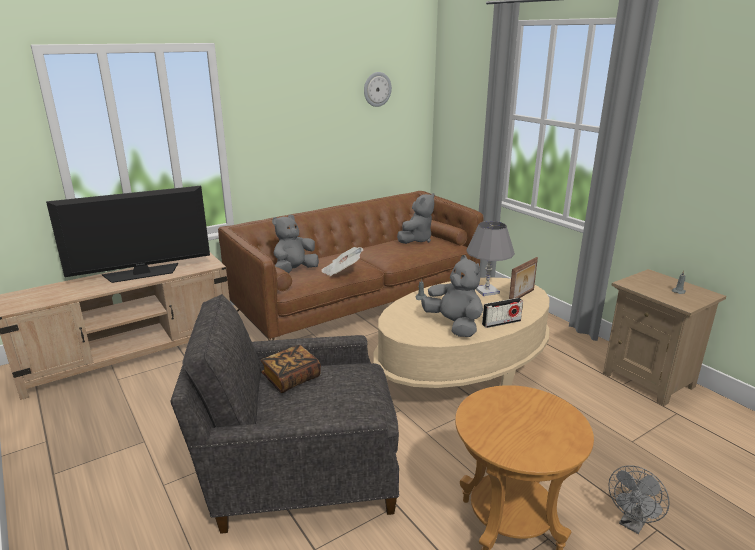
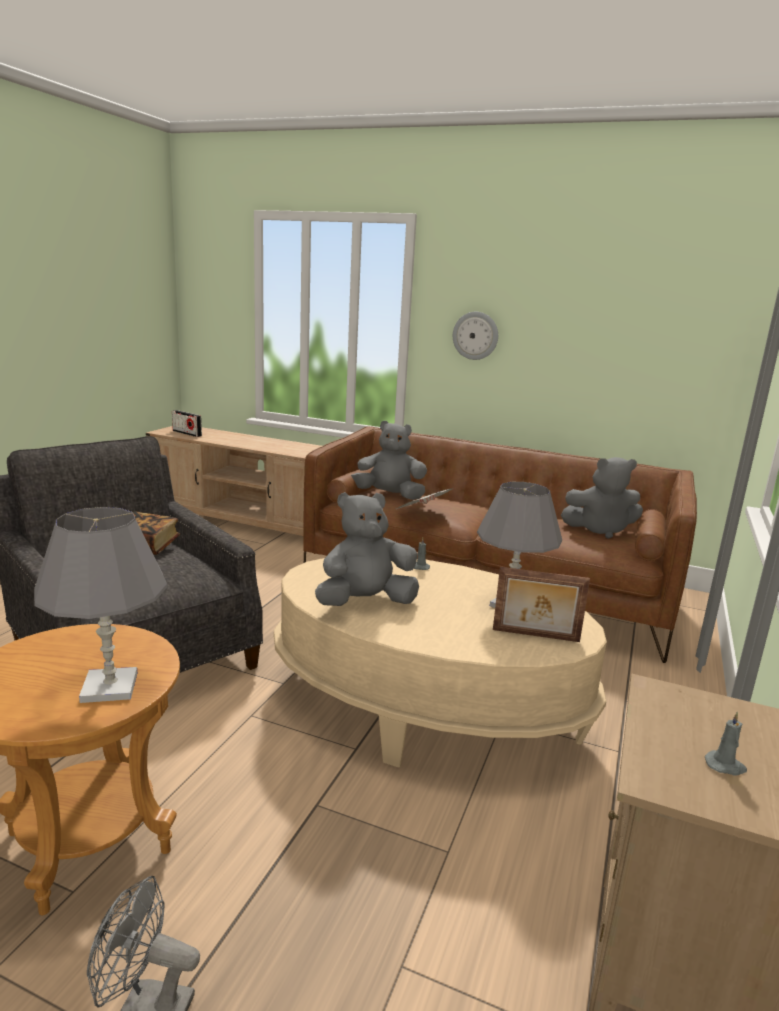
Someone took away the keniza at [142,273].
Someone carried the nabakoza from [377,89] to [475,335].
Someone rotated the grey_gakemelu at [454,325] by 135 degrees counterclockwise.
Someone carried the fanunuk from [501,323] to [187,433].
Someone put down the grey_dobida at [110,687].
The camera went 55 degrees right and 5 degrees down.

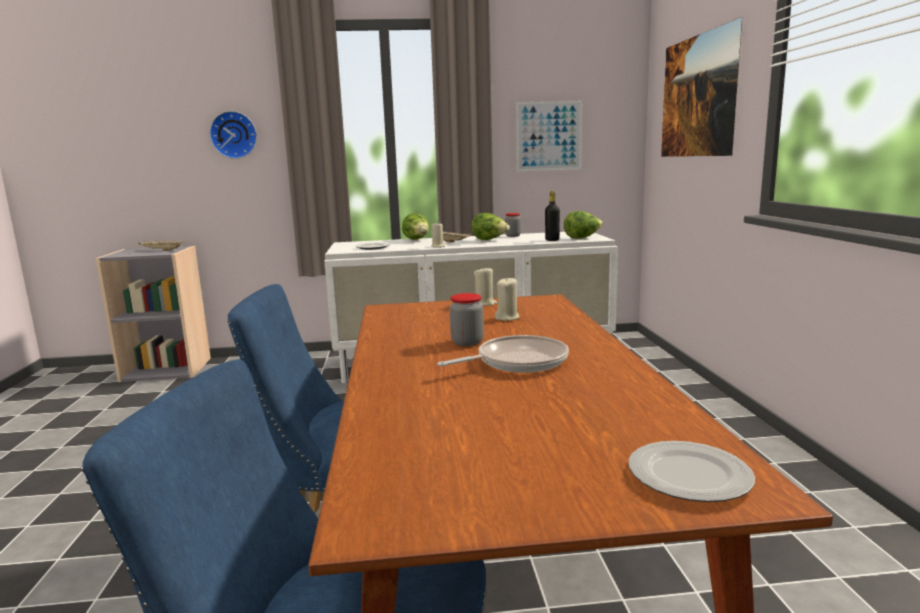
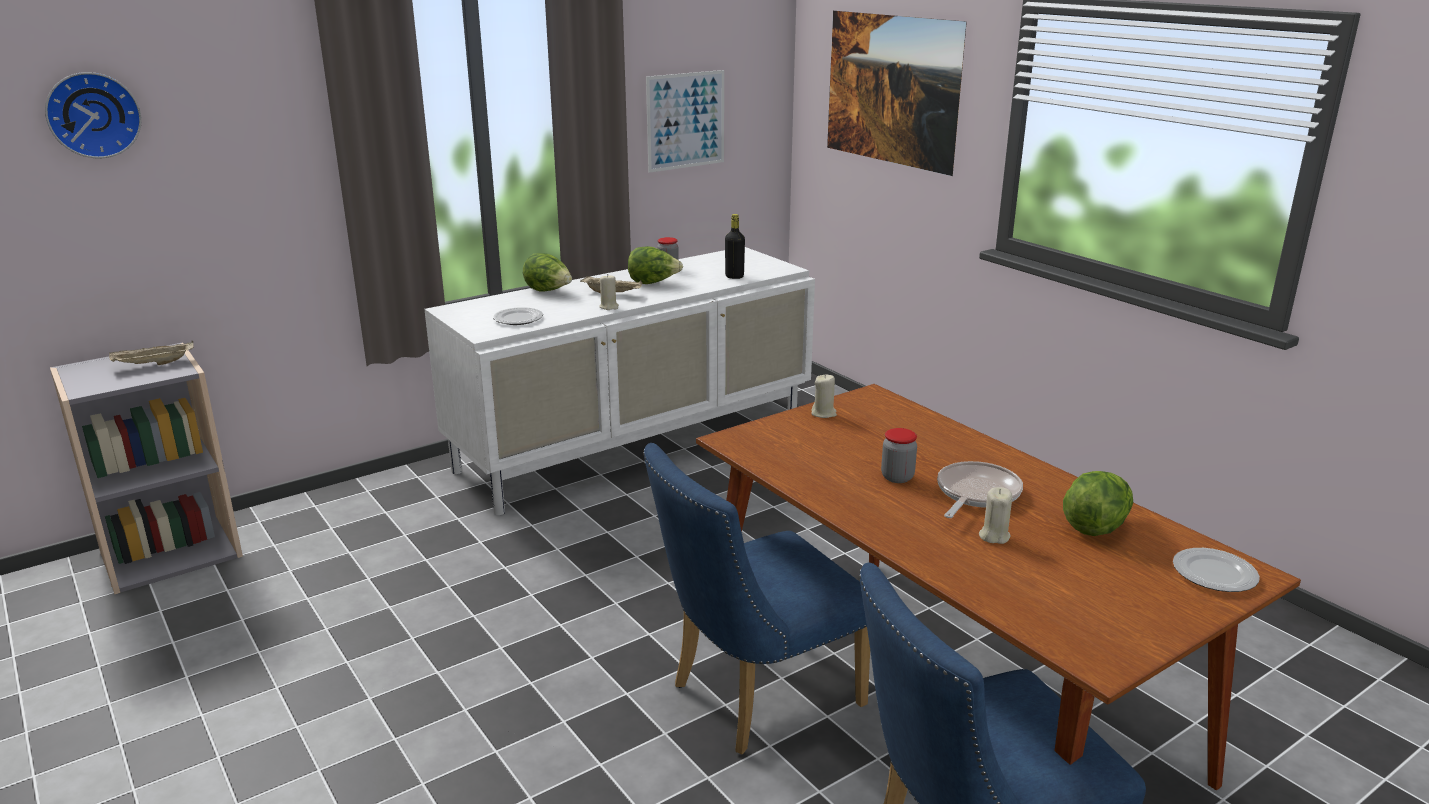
Someone carried the nabakoza from [234,135] to [93,114].
Someone carried the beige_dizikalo from [507,318] to [994,536].
Someone carried the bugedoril from [582,238] to [1095,525].
The camera went 30 degrees left and 10 degrees up.

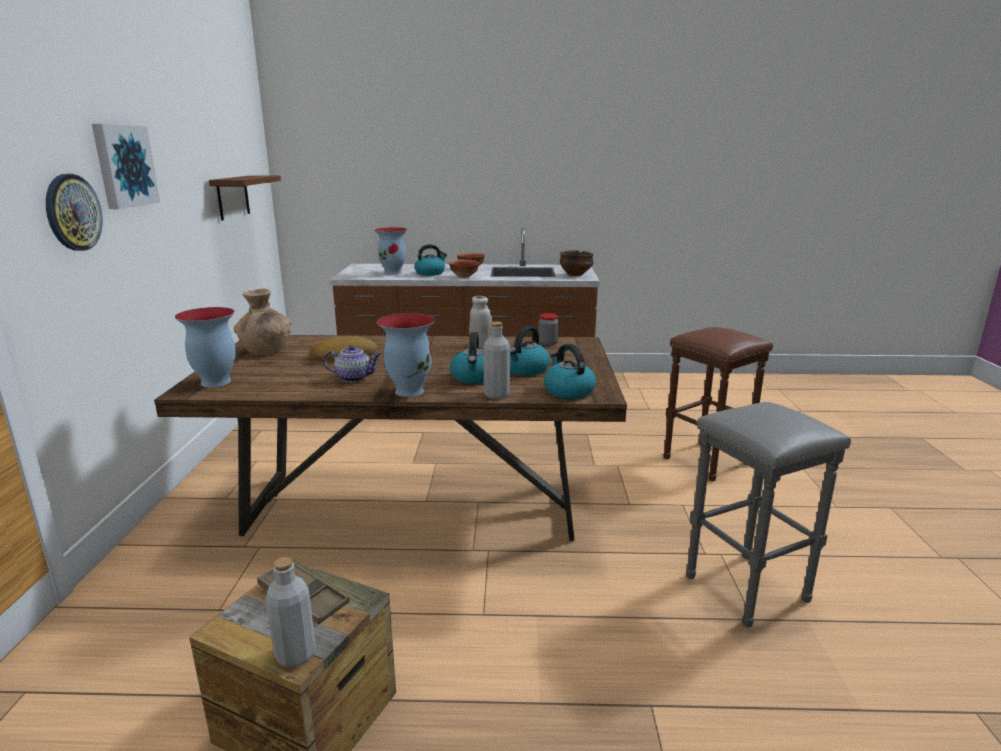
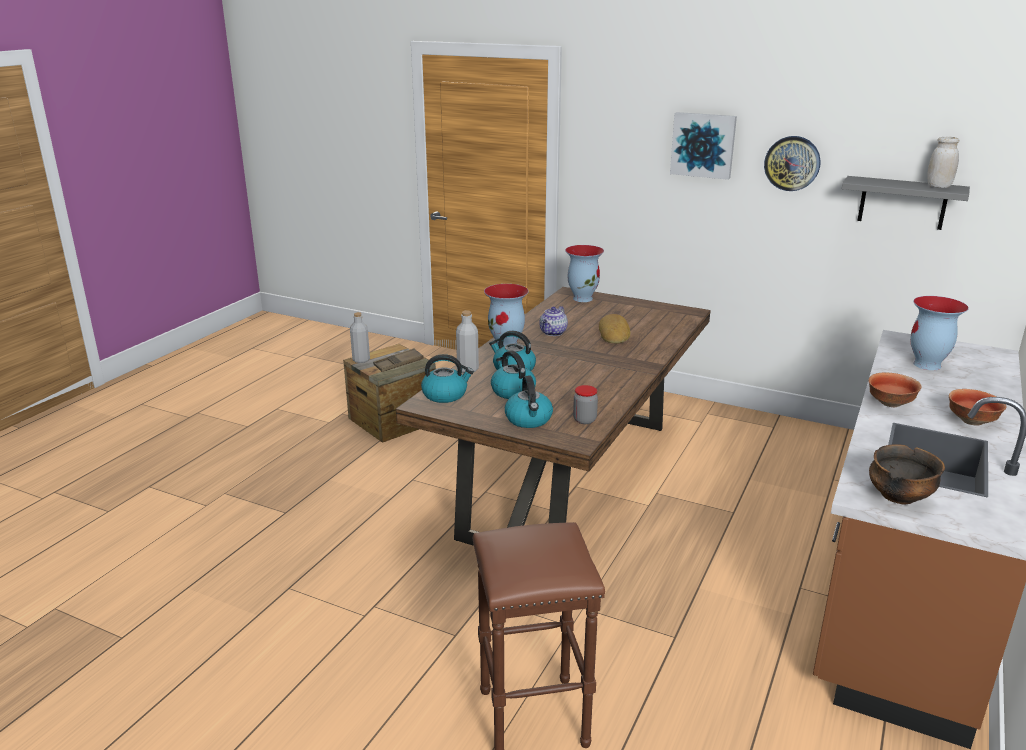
Someone carried the nabakoza from [72,212] to [792,163].
Someone repainted the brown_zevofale at [233,197], which became the grey_zevofale at [902,203].
Someone took away the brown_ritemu at [265,351].
Someone carried the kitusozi from [430,273] to [529,419].
Someone carried the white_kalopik from [480,345] to [938,186].
Someone took away the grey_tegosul at [749,588].
The camera went 115 degrees right and 5 degrees up.

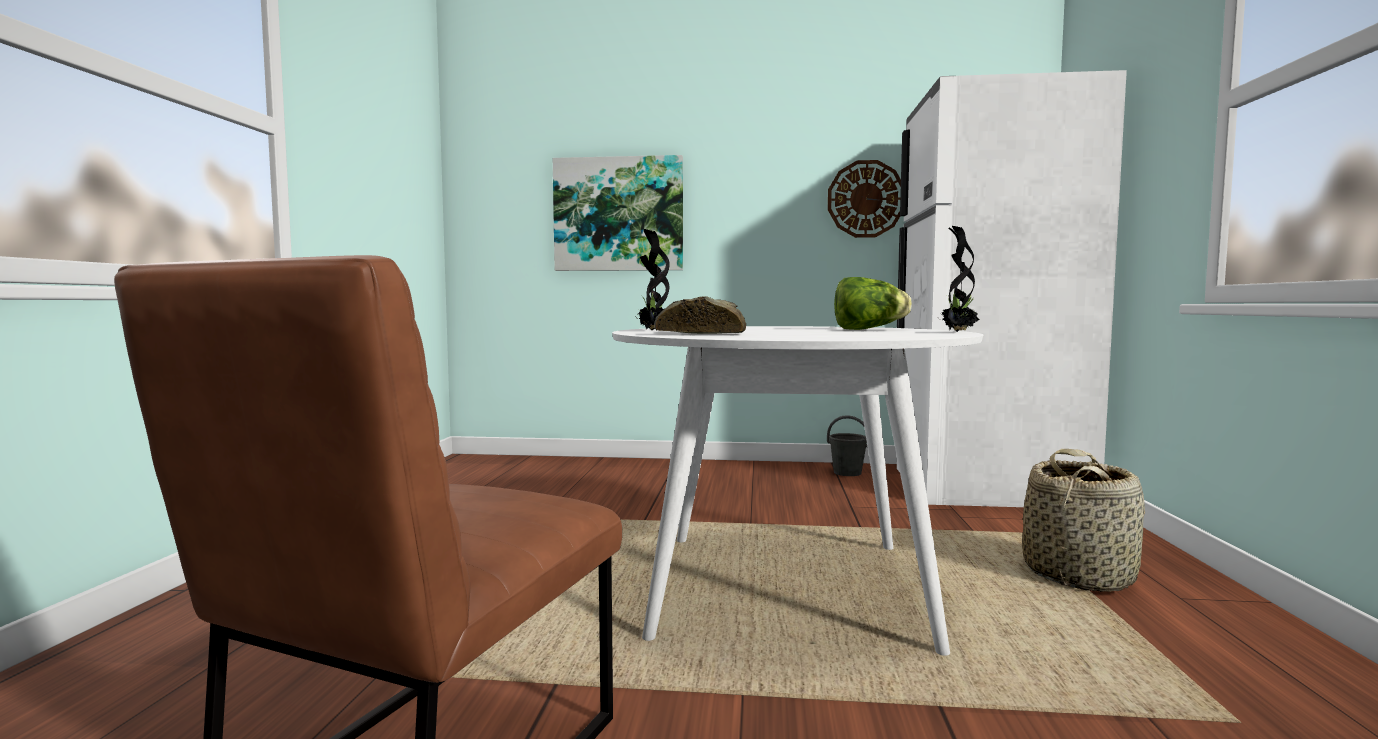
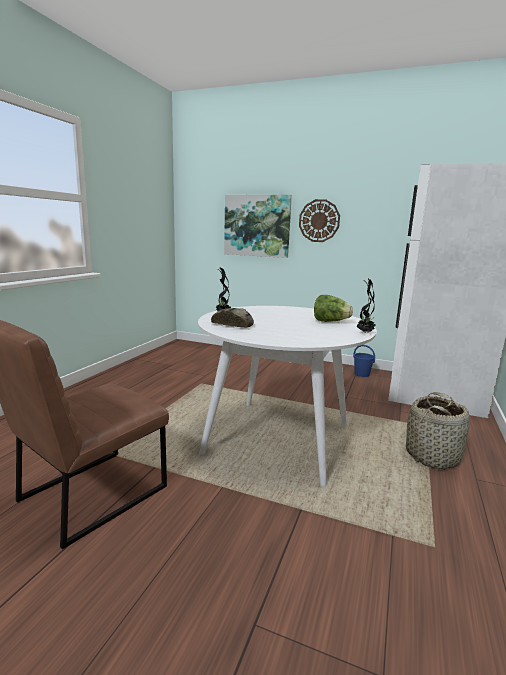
Someone repainted the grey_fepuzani at [848,473], which became the blue_fepuzani at [362,374].
Someone carried the nabakoza from [866,199] to [319,221].
The camera went 15 degrees right and 10 degrees up.

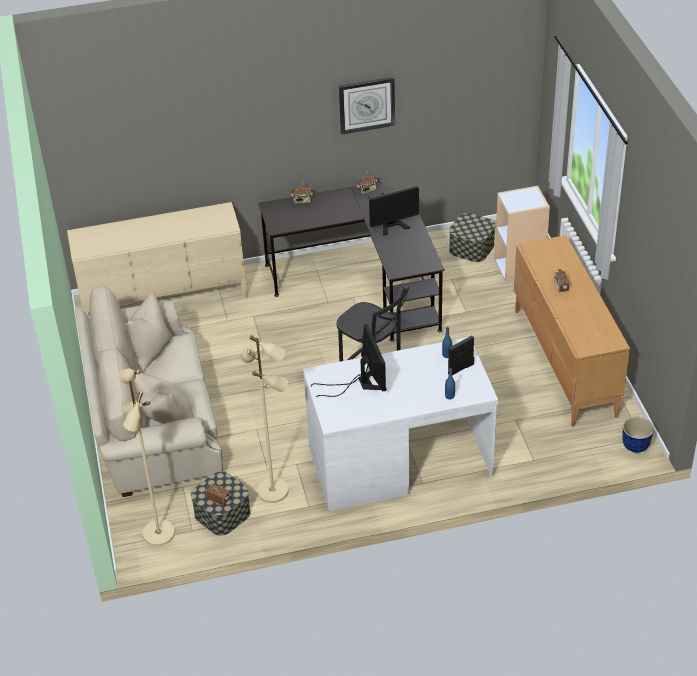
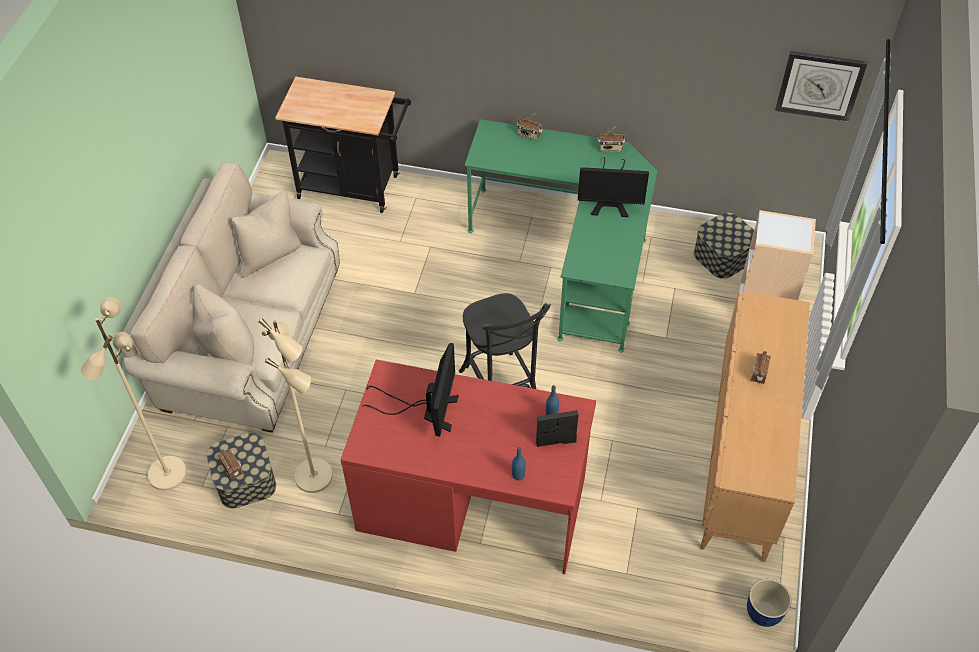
Someone swapped the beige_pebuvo at [164,297] for the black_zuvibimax at [355,187].
Someone repainted the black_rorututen at [363,283], which became the green_rorututen at [572,254].
Someone repainted the white_rorututen at [399,461], which became the red_rorututen at [471,501].
Someone carried the nabakoza from [366,105] to [820,85].
The camera went 25 degrees right and 10 degrees up.

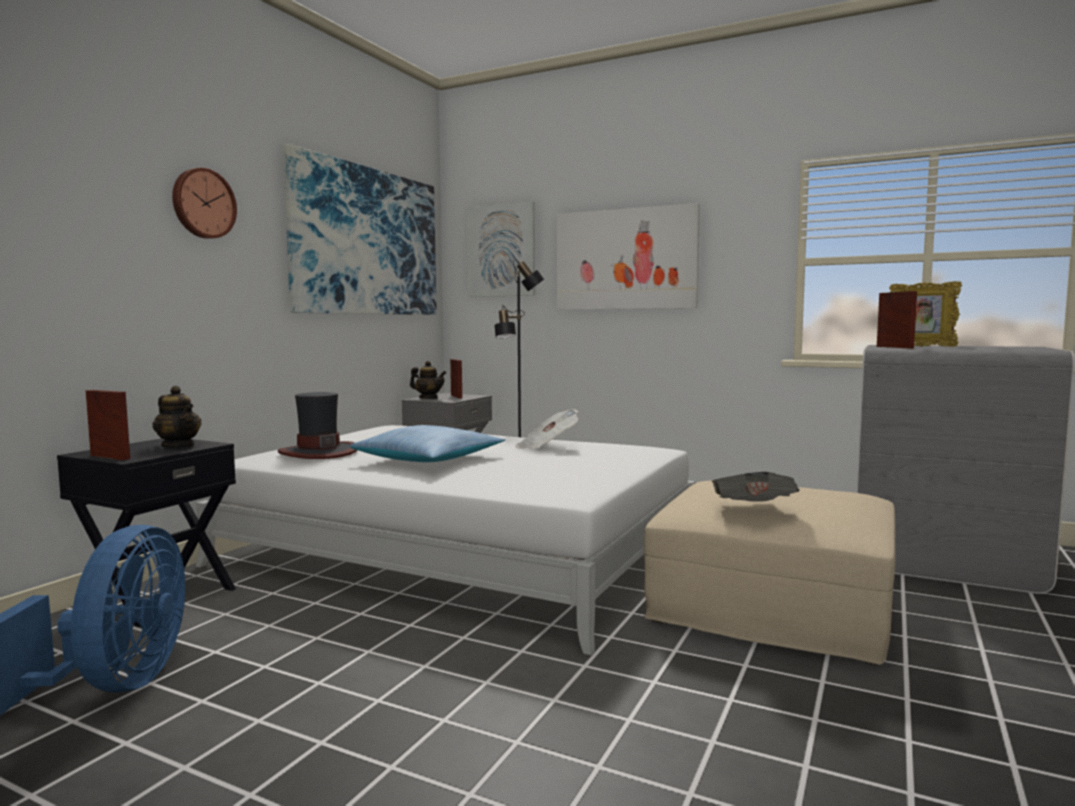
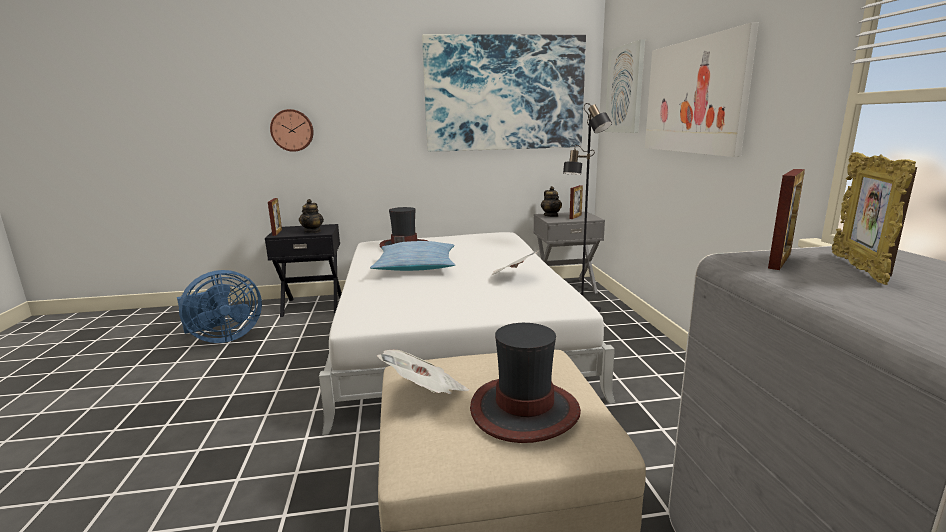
Someone carried the nabakoza from [203,204] to [292,130].
Someone put down the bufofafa at [524,410].
The camera went 55 degrees right and 10 degrees up.

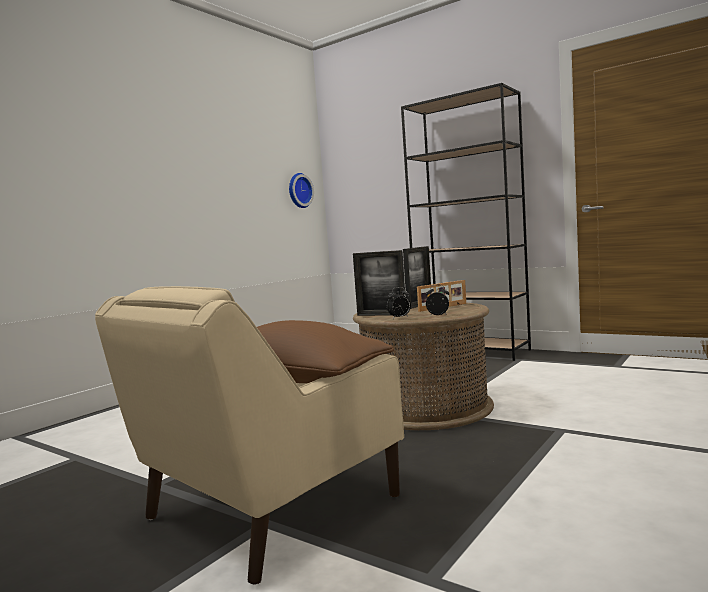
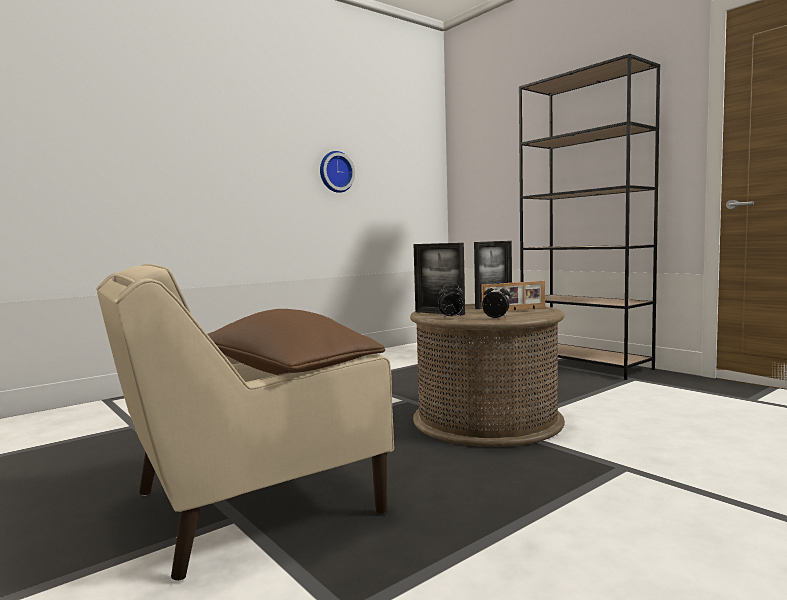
Someone carried the nabakoza from [299,191] to [335,172].
The camera went 15 degrees right and 0 degrees up.

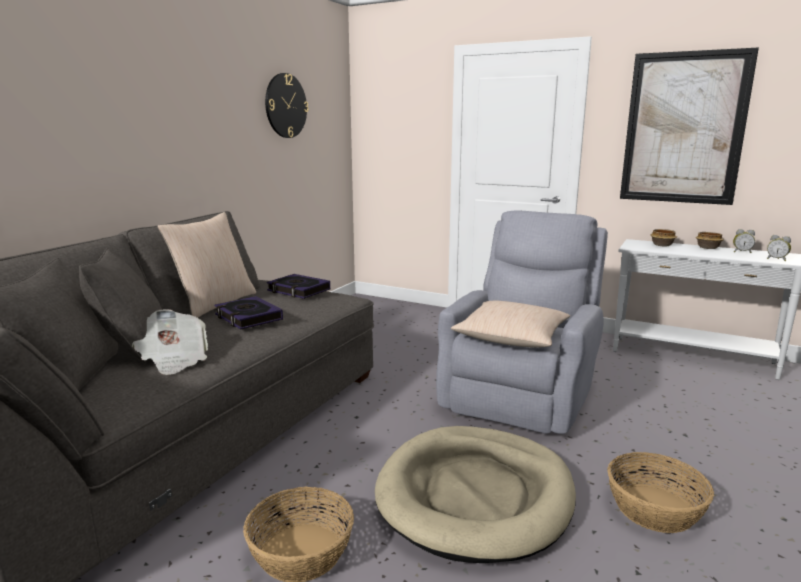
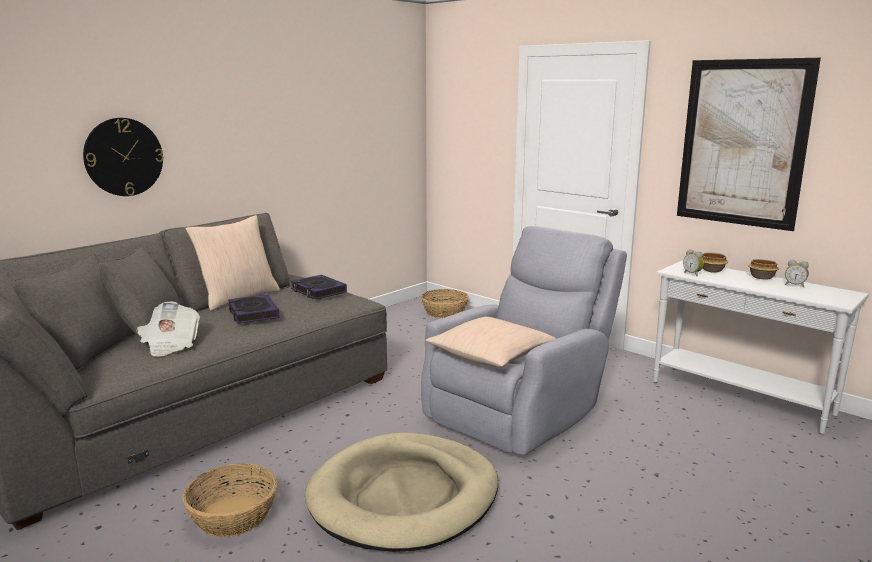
Someone carried the nabakoza from [285,106] to [123,157].
Someone carried the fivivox from [655,509] to [444,312].
Someone carried the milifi from [777,259] to [692,274].
The camera went 15 degrees right and 0 degrees up.

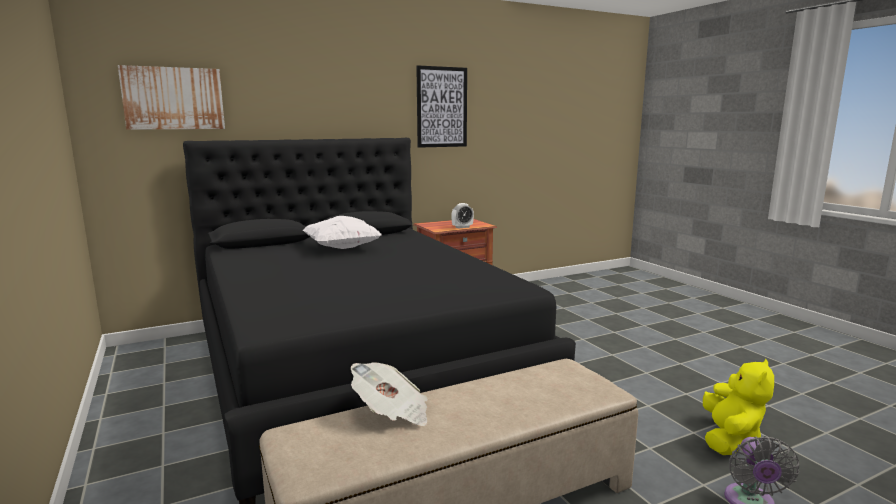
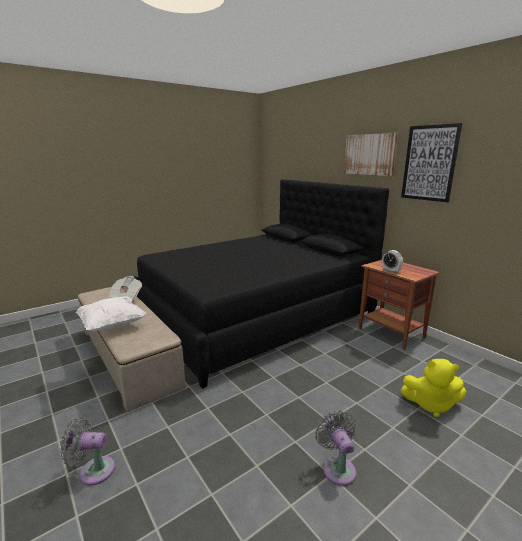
Someone carried the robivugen from [173,98] to [369,154].
Someone carried the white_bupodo from [343,248] to [112,325].
Someone carried the yellow_gakemelu from [729,439] to [430,404].
Someone put down the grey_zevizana at [337,467].
The camera went 80 degrees right and 5 degrees up.

